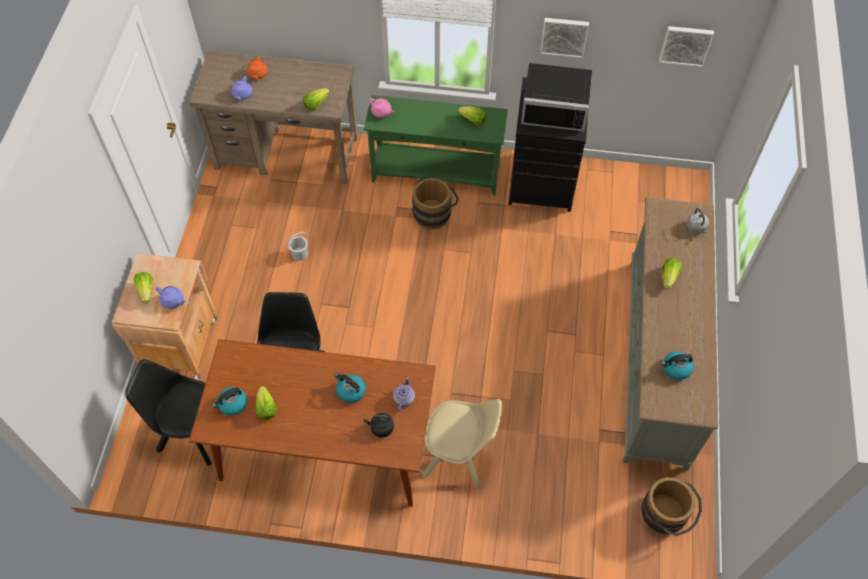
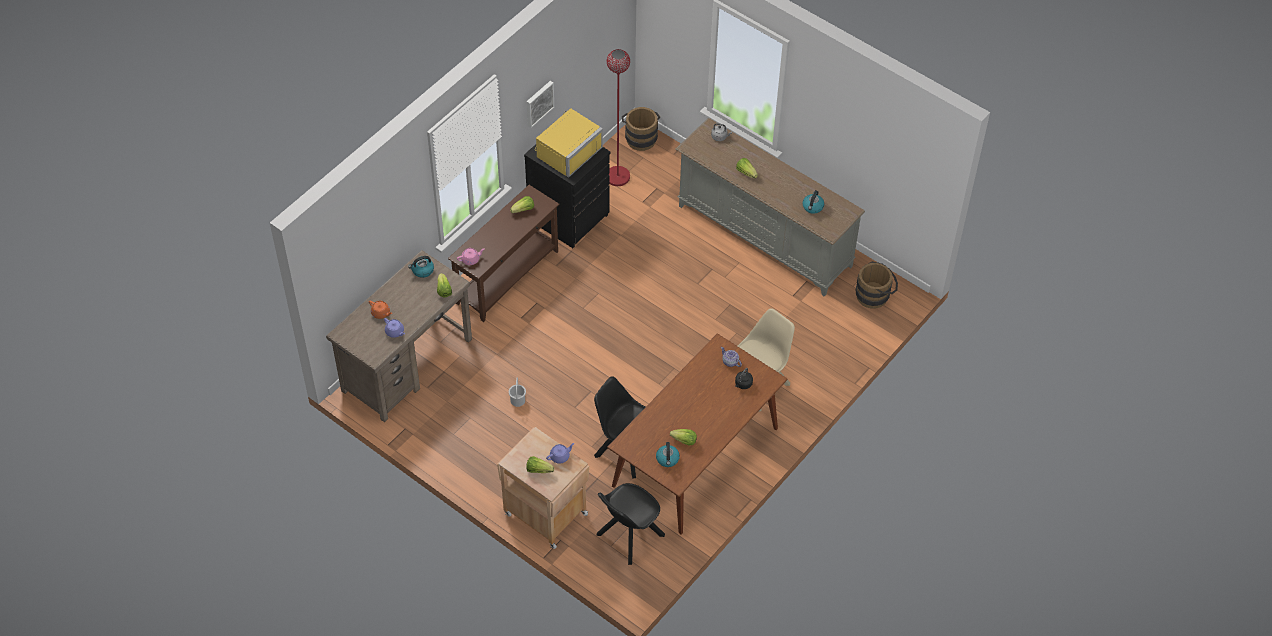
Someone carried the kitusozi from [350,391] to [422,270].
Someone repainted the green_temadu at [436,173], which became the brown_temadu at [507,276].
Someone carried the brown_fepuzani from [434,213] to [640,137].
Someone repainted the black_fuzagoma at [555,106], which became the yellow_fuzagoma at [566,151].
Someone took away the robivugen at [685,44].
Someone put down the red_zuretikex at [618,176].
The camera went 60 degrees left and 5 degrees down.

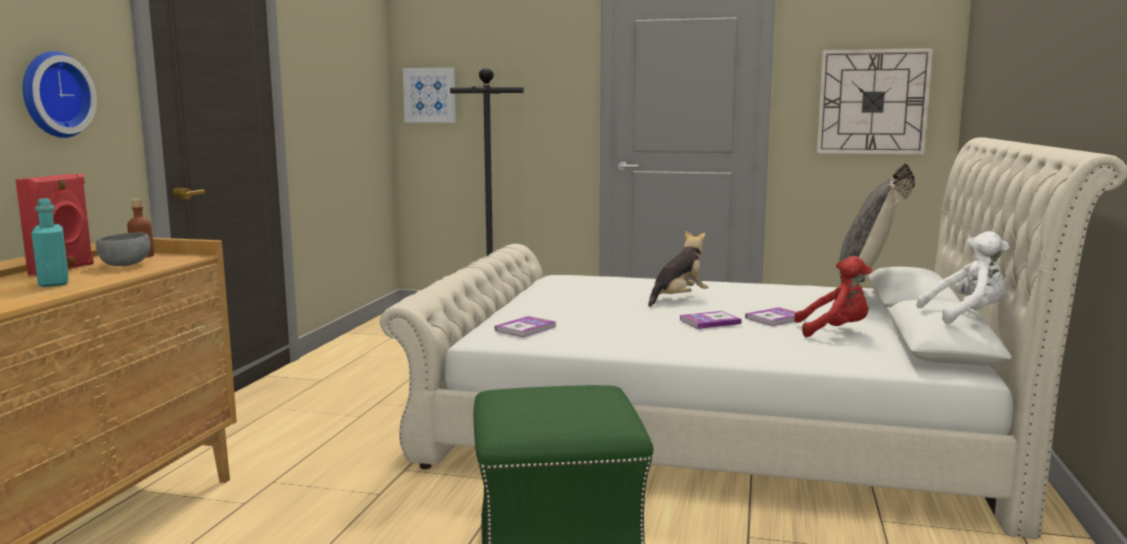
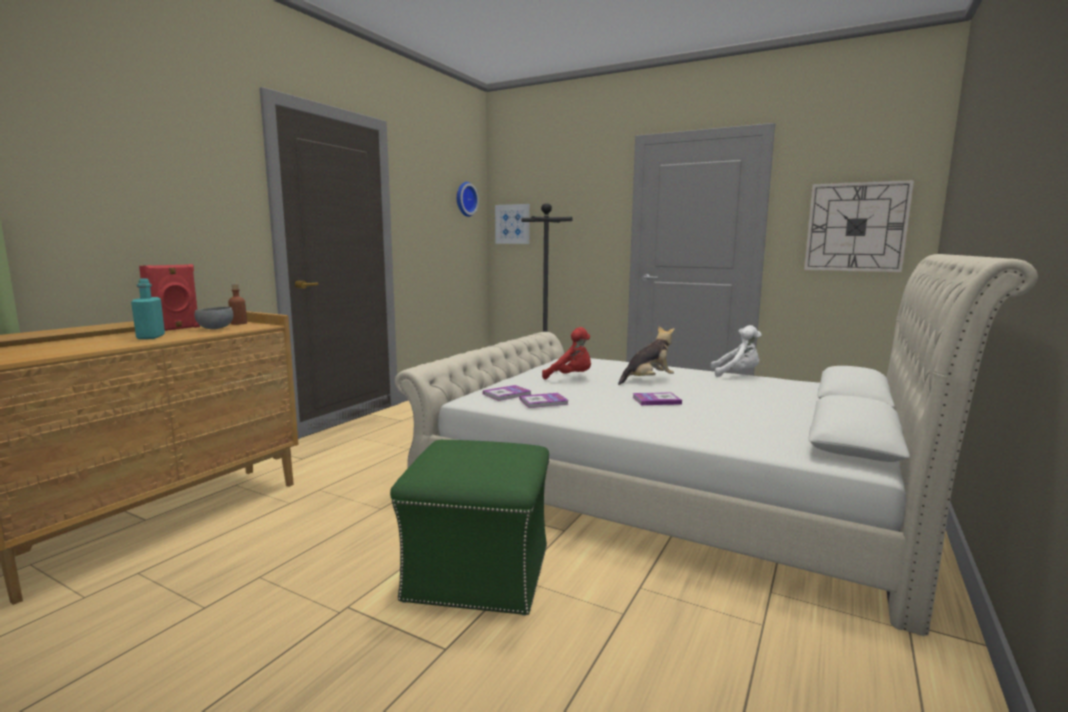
Someone carried the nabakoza from [53,94] to [465,199].
Someone carried the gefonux from [775,318] to [543,402].
Someone carried the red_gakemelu from [835,331] to [570,378].
Someone took away the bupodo at [871,301].
Someone carried the white_gakemelu from [966,315] to [737,374].
The camera went 15 degrees right and 0 degrees up.

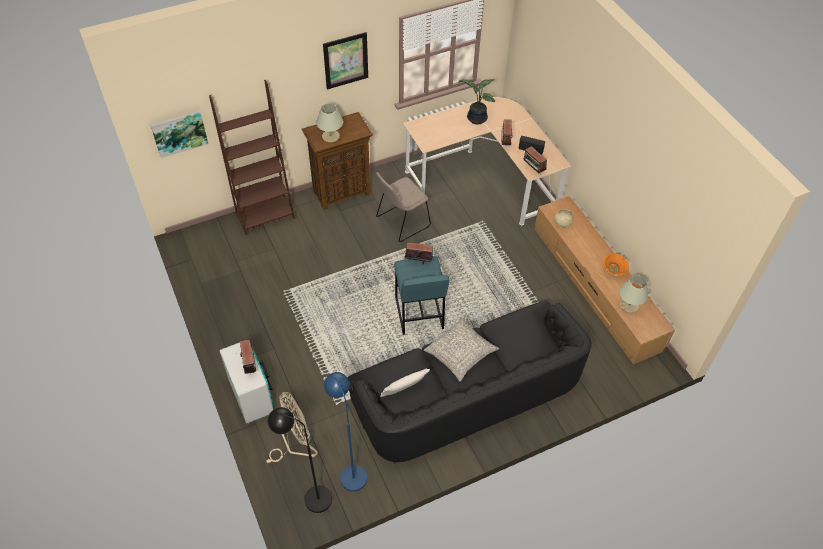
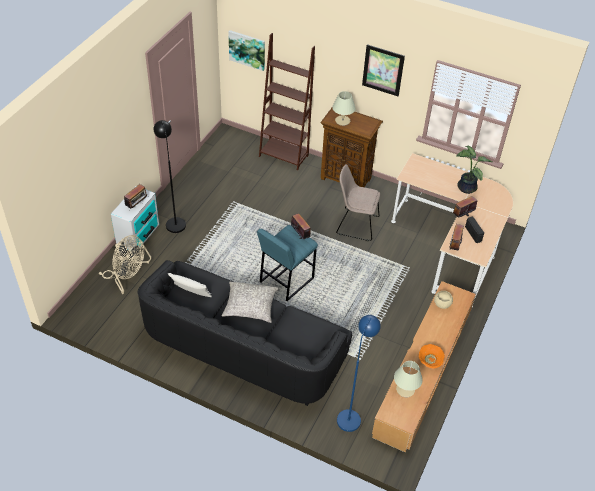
Someone carried the black_zuretikex from [310,497] to [174,221].
Someone carried the blue_zuretikex from [350,471] to [351,415].
The camera went 50 degrees right and 5 degrees down.

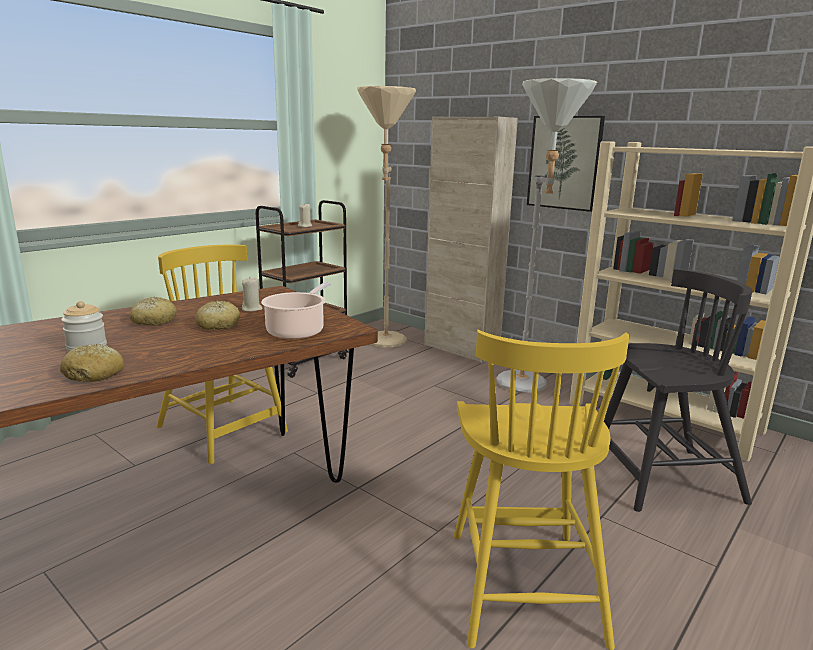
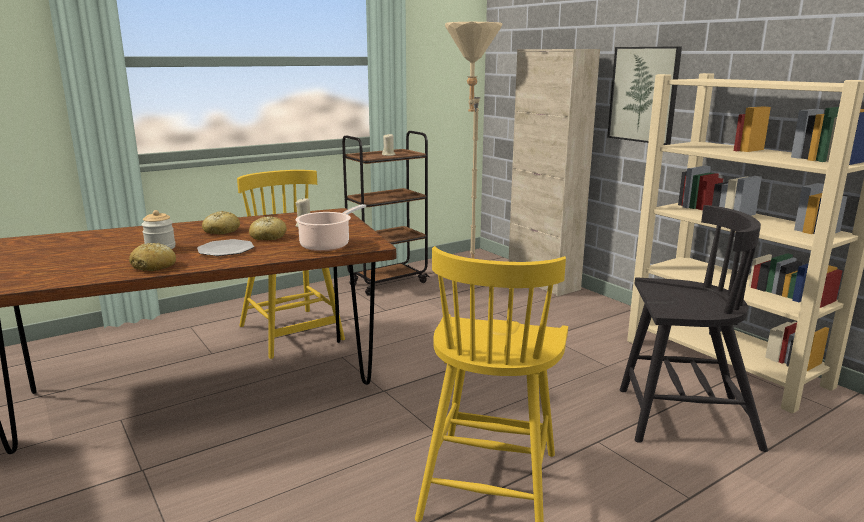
Someone took away the grey_zuretikex at [527,387].
Someone put down the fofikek at [226,250].
The camera went 15 degrees right and 0 degrees up.

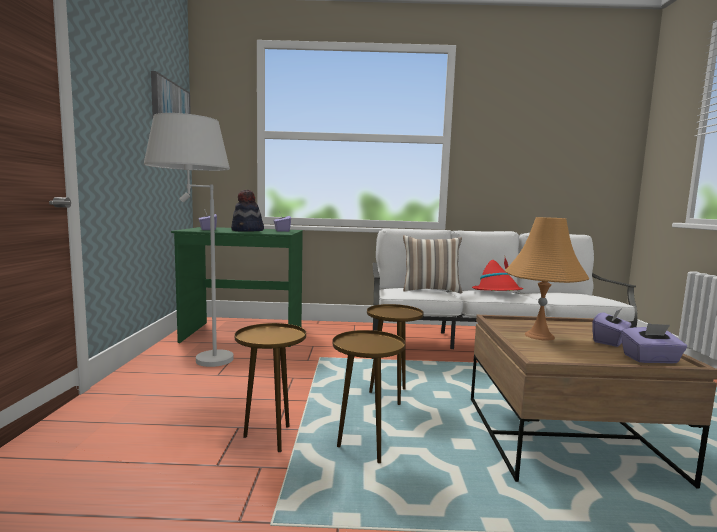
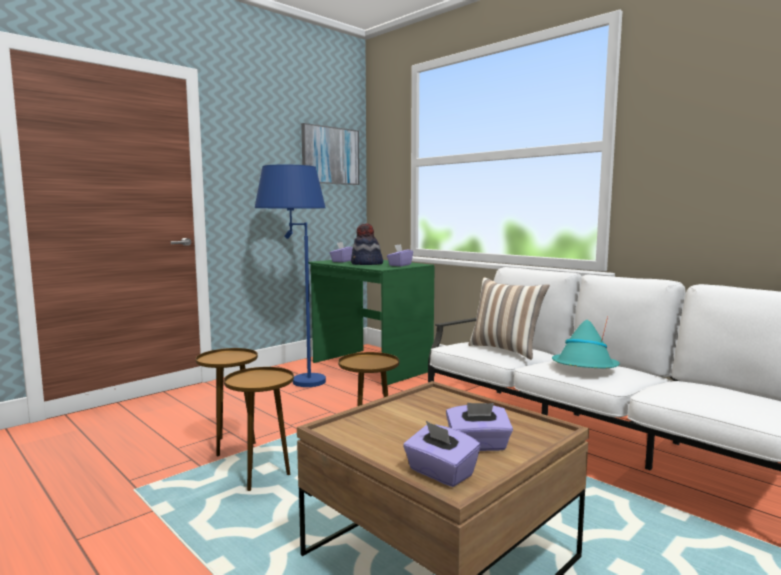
Someone repainted the white_zuretikex at [193,361], which became the blue_zuretikex at [295,379].
Someone repainted the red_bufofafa at [497,292], which became the turquoise_bufofafa at [585,367].
Someone took away the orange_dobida at [539,336].
The camera went 45 degrees right and 0 degrees up.

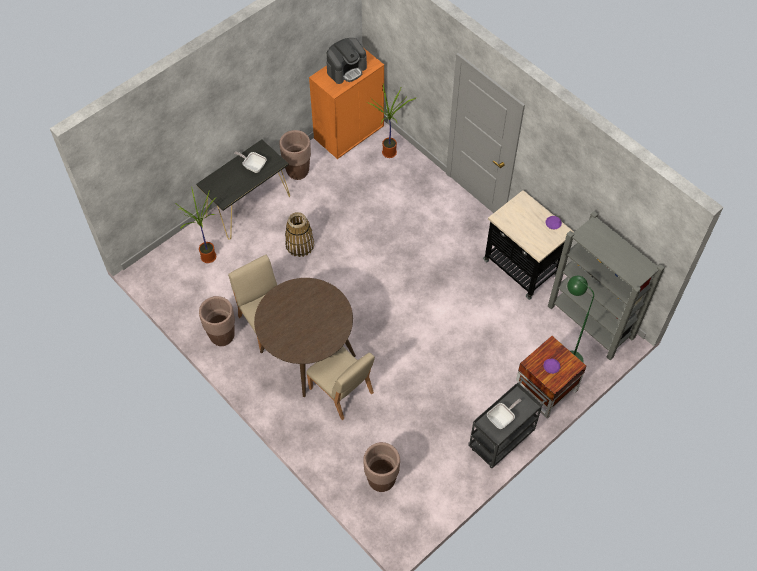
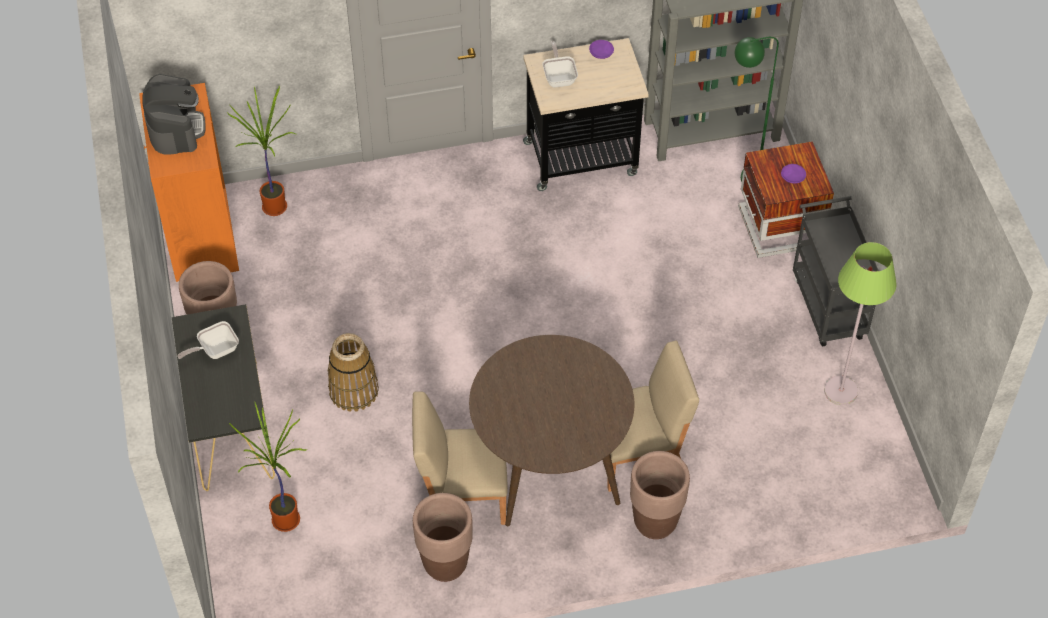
Someone carried the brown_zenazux from [381,480] to [655,523].
Someone carried the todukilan from [502,419] to [559,77].
Someone put down the green_zuretikex at [841,391].
The camera went 60 degrees left and 5 degrees down.

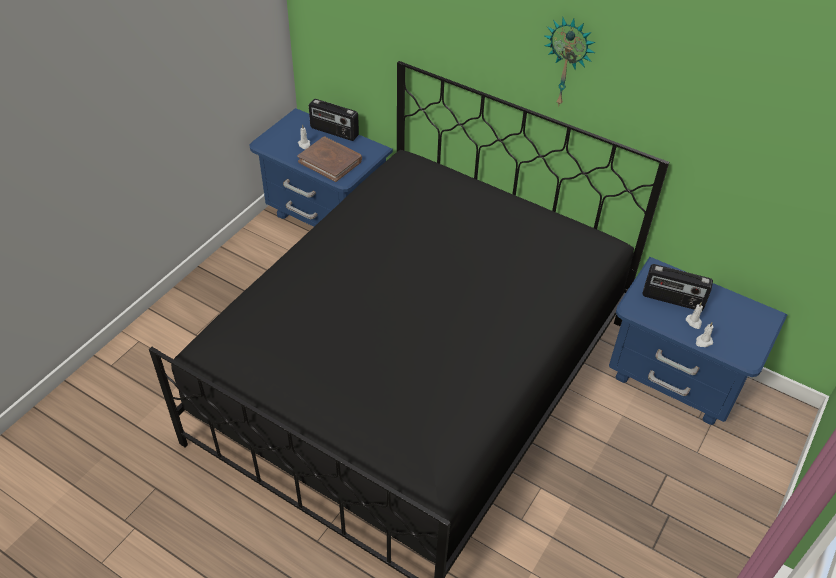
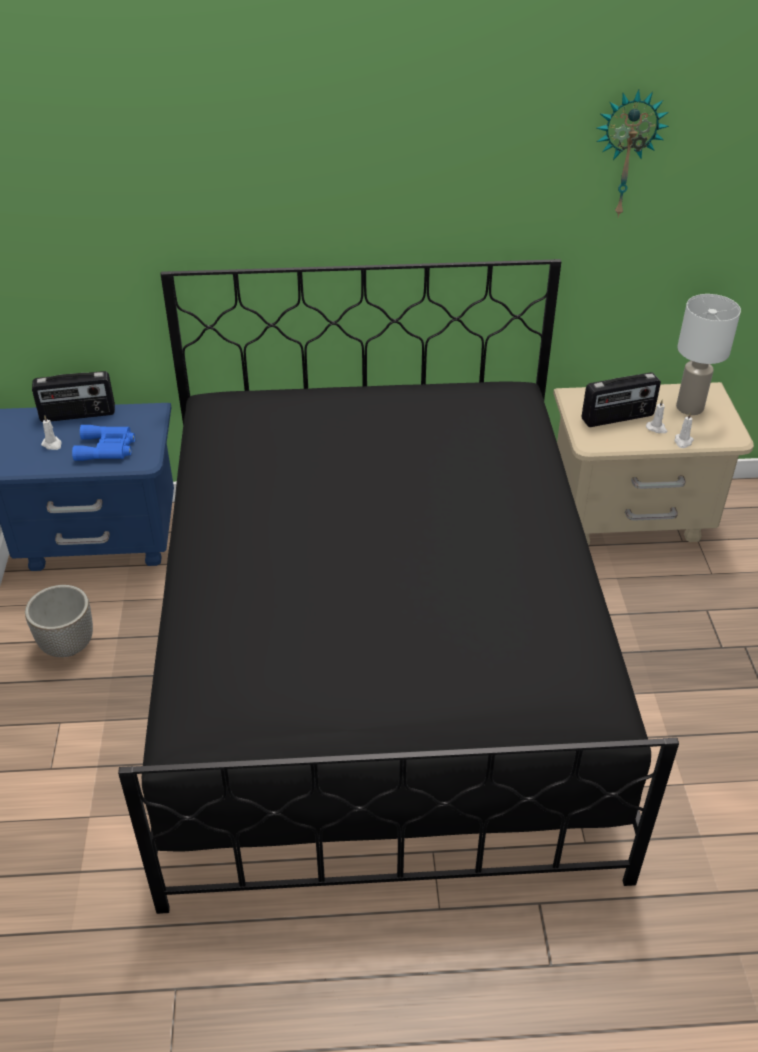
Someone swapped the brown_gefonux at [330,161] for the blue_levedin at [107,448].
Someone carried the nabakoza from [567,62] to [626,153].
Someone repainted the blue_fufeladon at [673,383], which became the beige_fufeladon at [631,522].
Someone put down the zenazux at [68,645].
Someone put down the white_dobida at [689,407].
The camera went 35 degrees left and 5 degrees down.

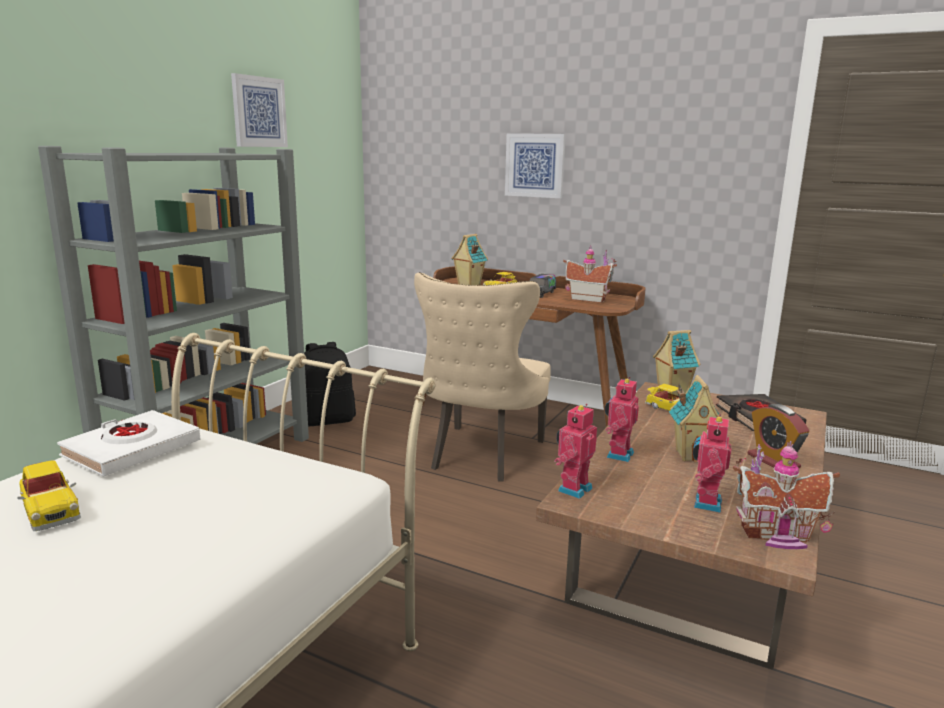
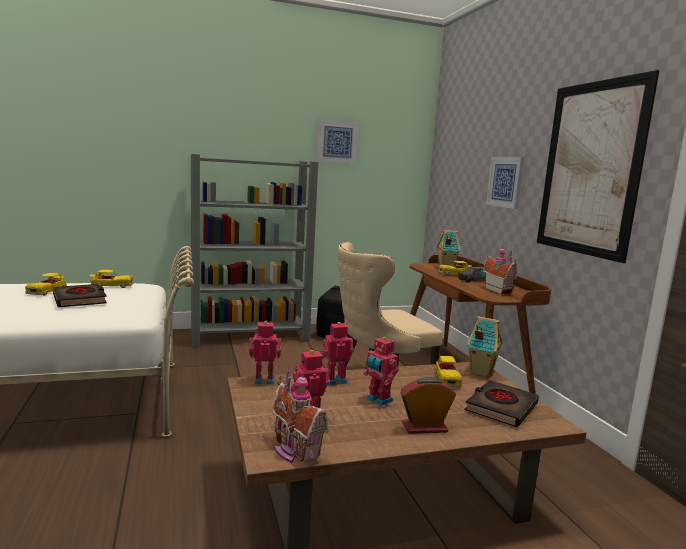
Someone swapped the white_gefonux at [131,450] for the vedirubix at [111,286].
Someone swapped the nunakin at [692,455] for the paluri at [378,400].
Someone rotated the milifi at [773,461] by 60 degrees clockwise.
Someone put down the black_gefonux at [80,300].
Someone put up the robivugen at [590,169].
The camera went 45 degrees right and 5 degrees down.

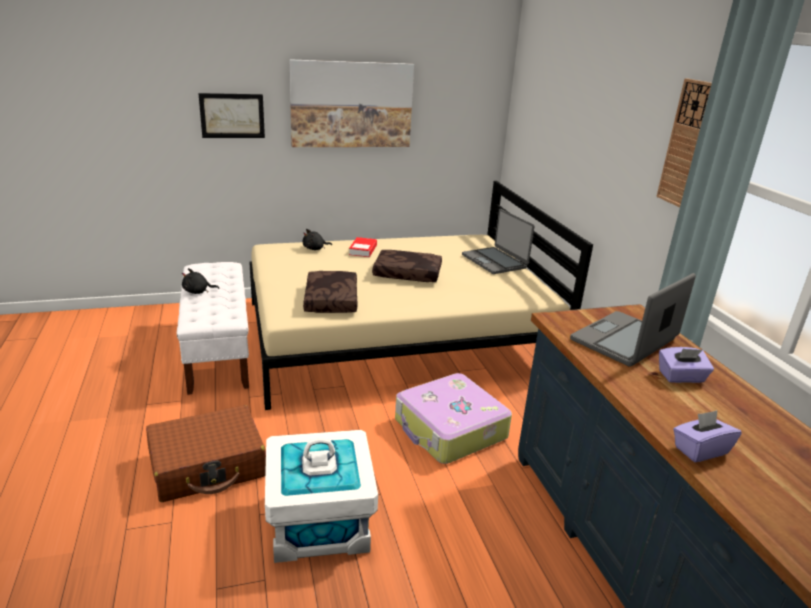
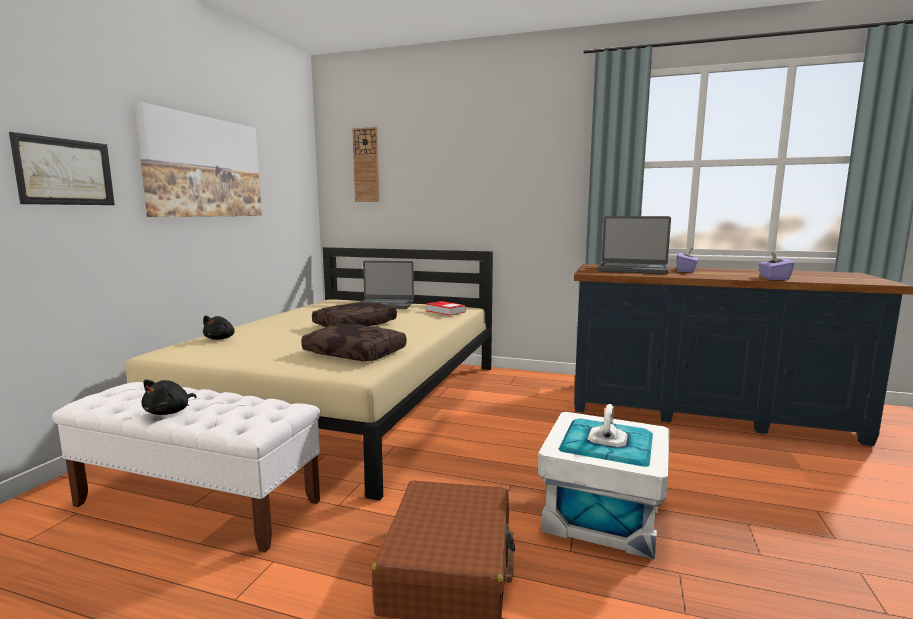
Someone carried the gefonux from [363,250] to [445,311].
Someone took away the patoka at [449,430].
Someone rotated the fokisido at [625,340] by 60 degrees counterclockwise.
Someone carried the nabakoza from [687,144] to [366,165].
The camera went 55 degrees left and 15 degrees down.

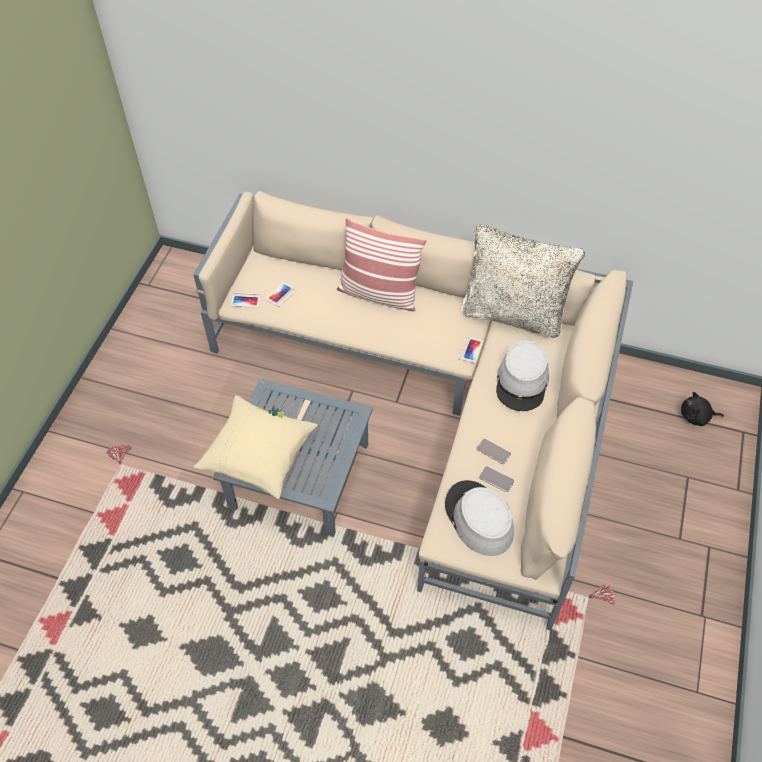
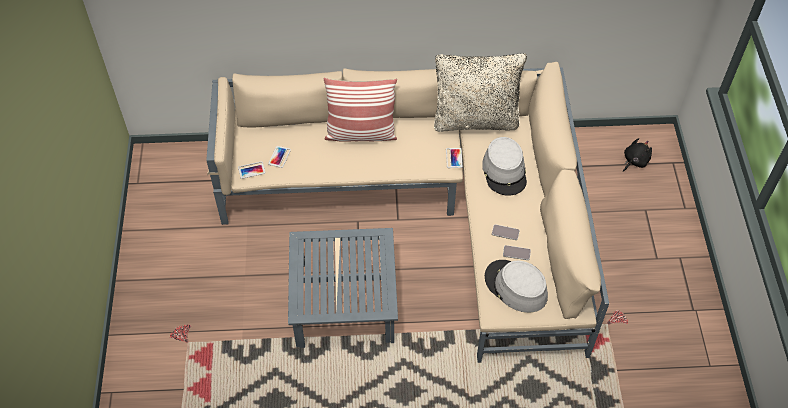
Someone took away the beige_bupodo at [258,455].
Someone rotated the black_gakemelu at [696,416] by 150 degrees clockwise.
The camera went 20 degrees left and 0 degrees up.

